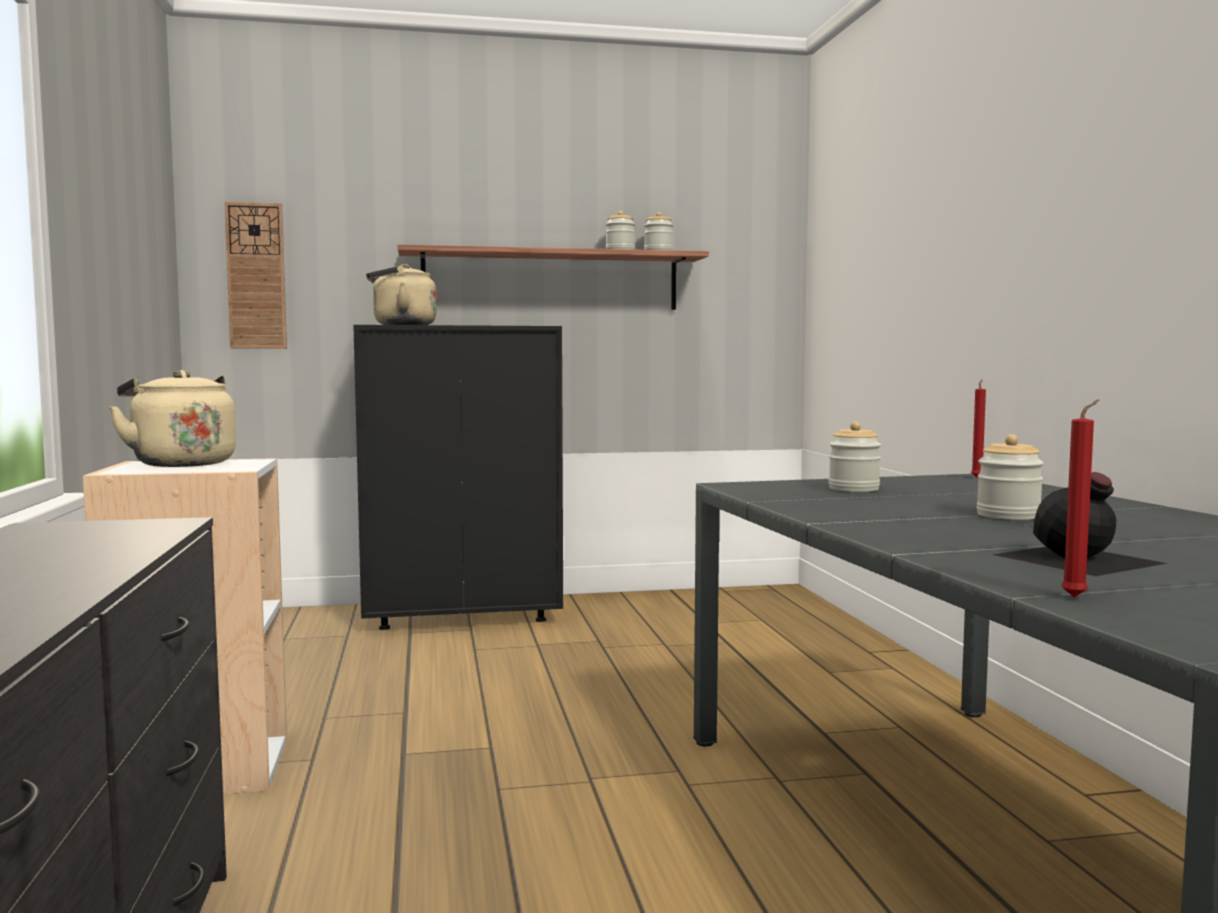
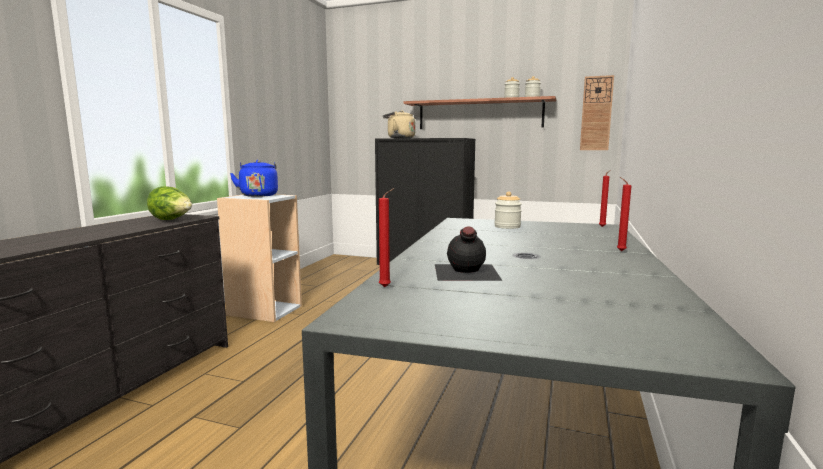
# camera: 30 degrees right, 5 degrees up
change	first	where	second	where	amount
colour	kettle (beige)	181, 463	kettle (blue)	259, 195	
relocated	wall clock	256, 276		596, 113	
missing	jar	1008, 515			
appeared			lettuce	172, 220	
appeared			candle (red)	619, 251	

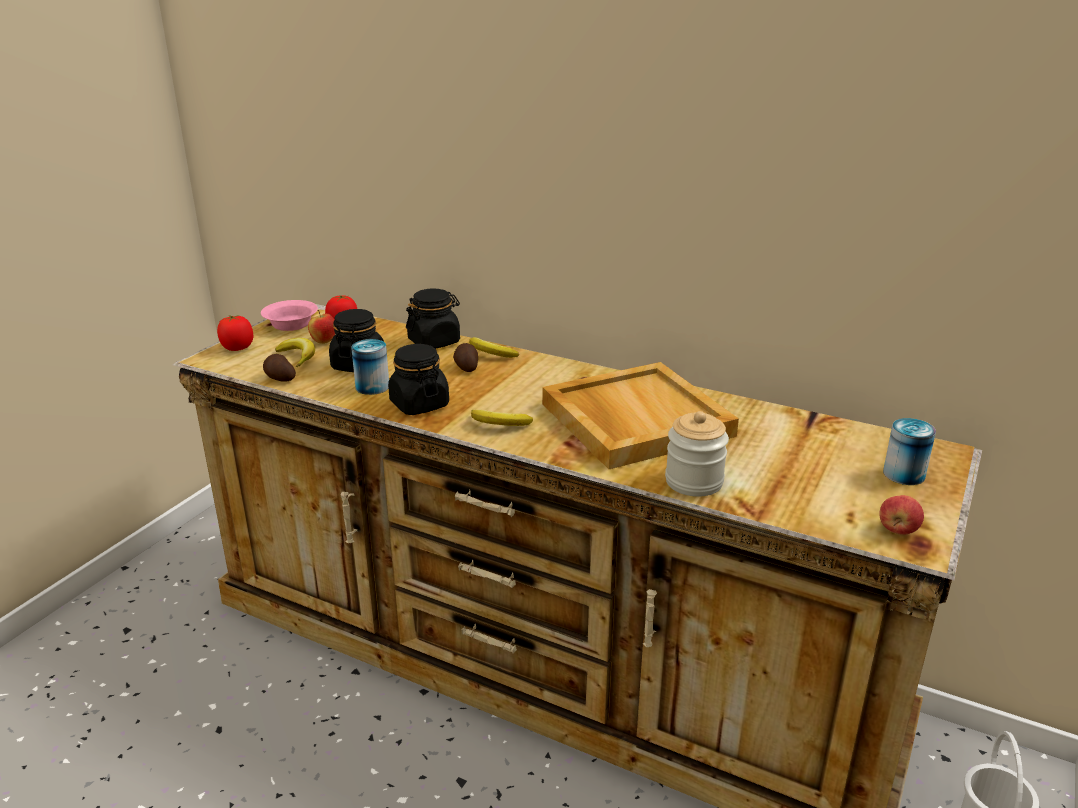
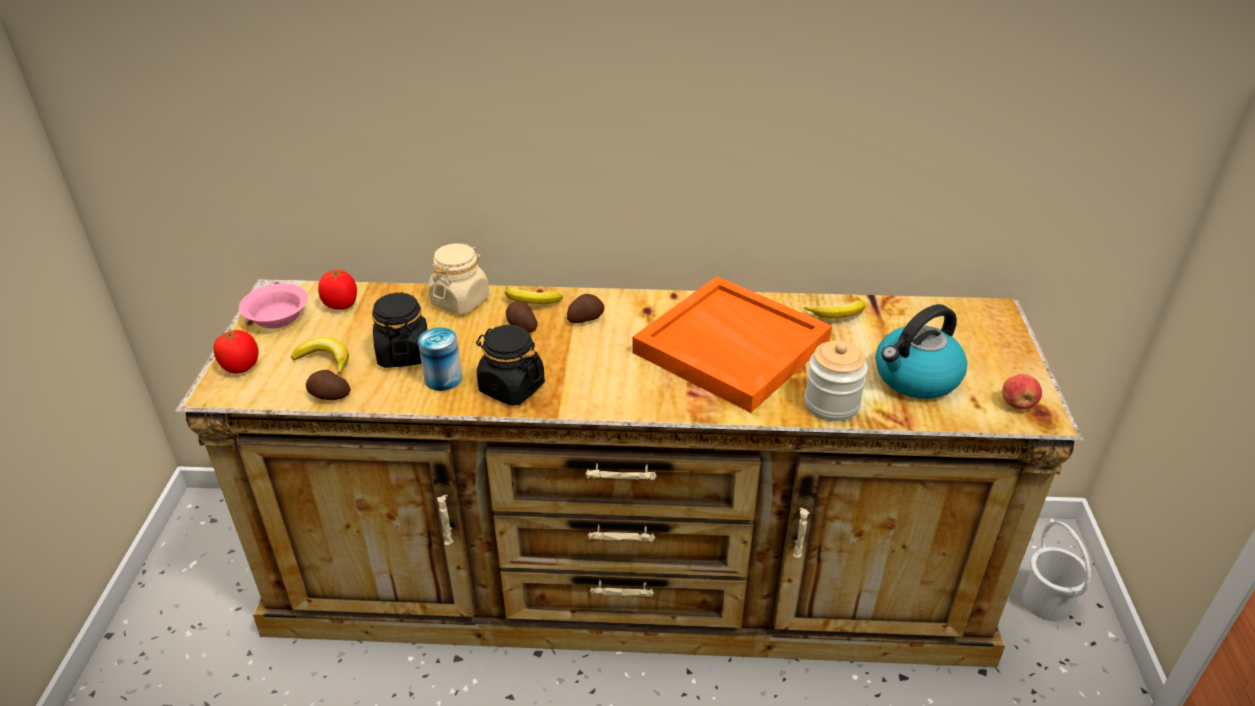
# camera: 25 degrees left, 10 degrees up
change	first	where	second	where	amount
missing	apple	324, 342			
colour	jar (black)	434, 341	jar (beige)	460, 301	
relocated	banana	499, 424		837, 315	
colour	tray (beige)	634, 419	tray (orange)	729, 347	
missing	can	904, 474			
appeared			potato	585, 318	
appeared			kettle	915, 378	

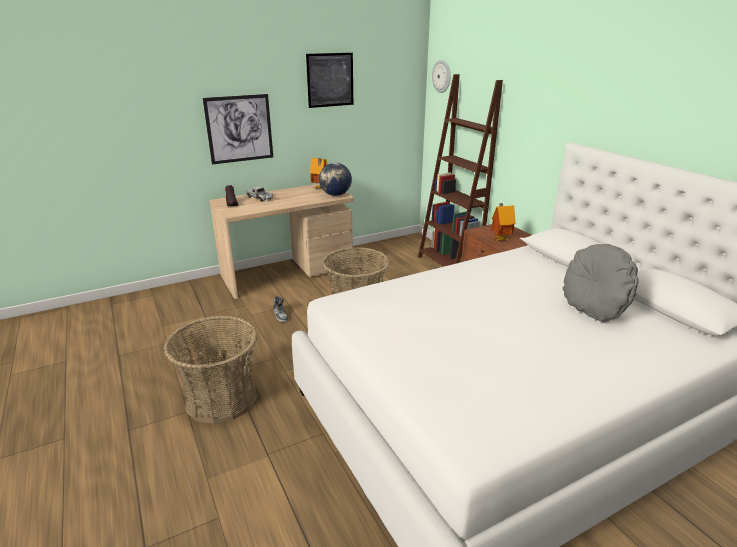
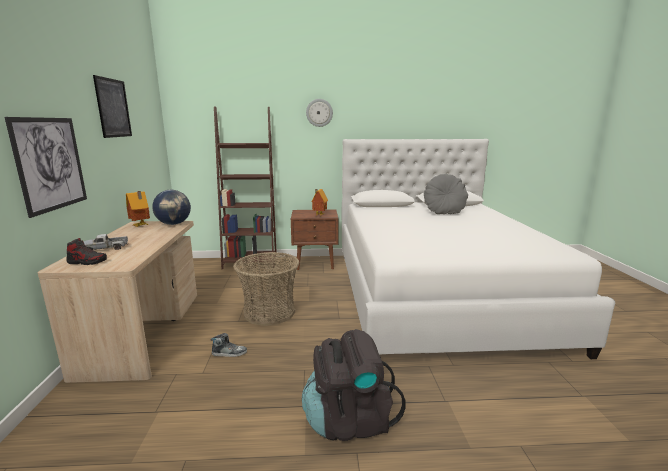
# camera: 65 degrees left, 10 degrees down
change	first	where	second	where	amount
exchanged	basket	221, 399	backpack (black)	349, 420	
relocated	wall clock	441, 76		319, 112	

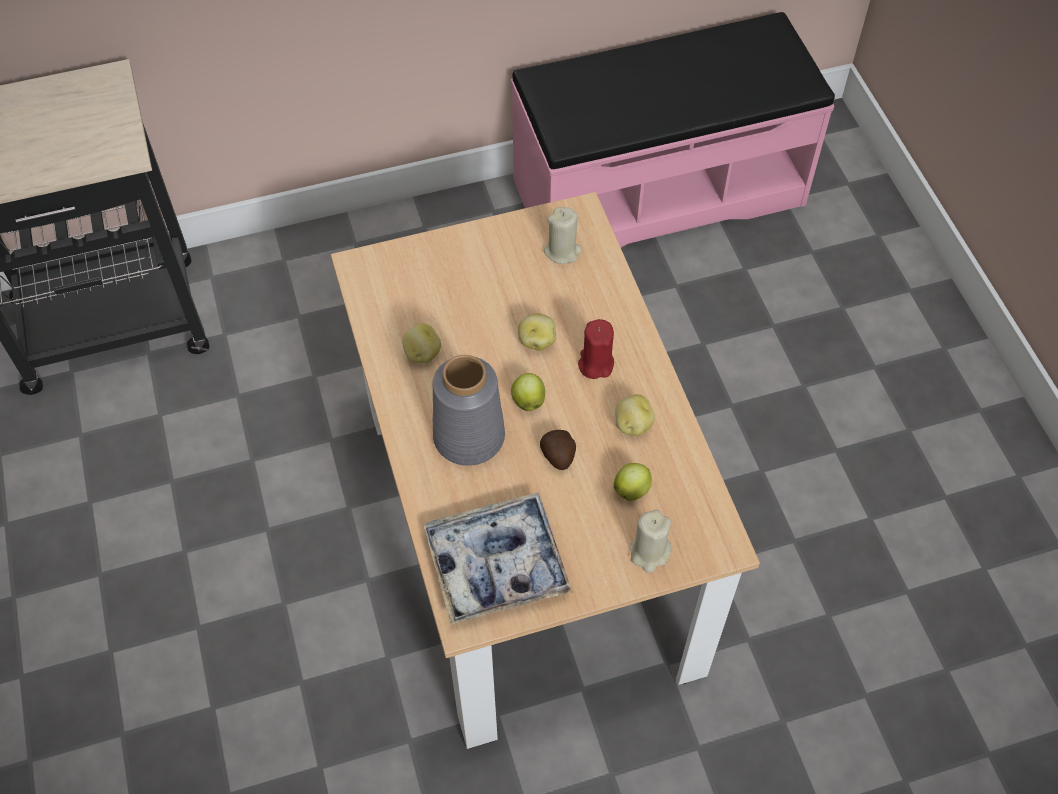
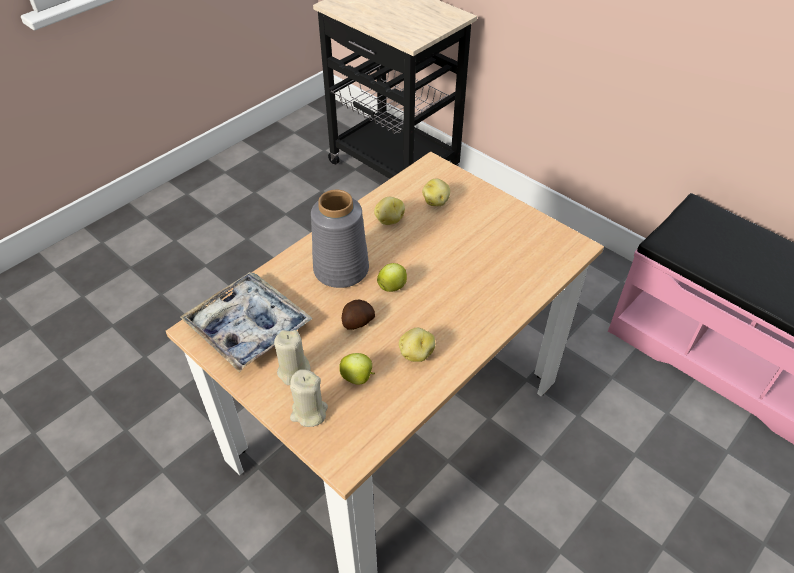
# camera: 60 degrees right, 10 degrees down
change	first	where	second	where	amount
relocated	potato	537, 340		436, 201	
relocated	candle (beige)	562, 251		294, 371	
missing	candle (red)	595, 364			

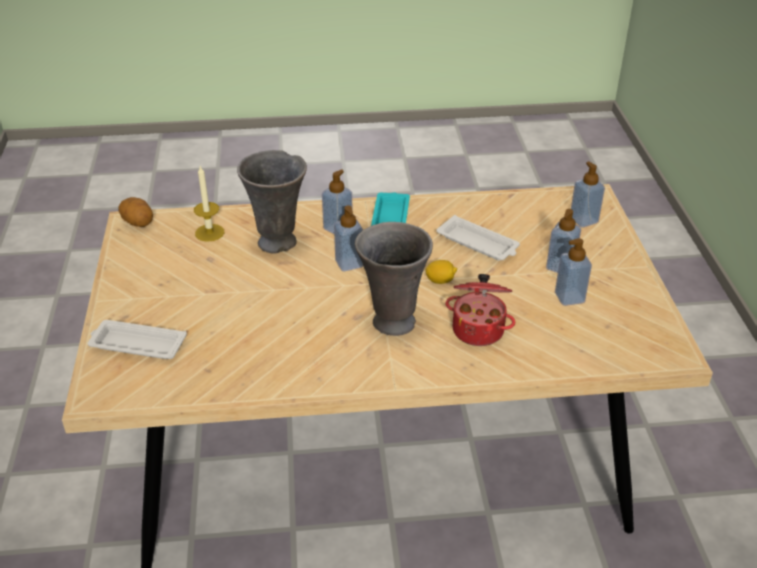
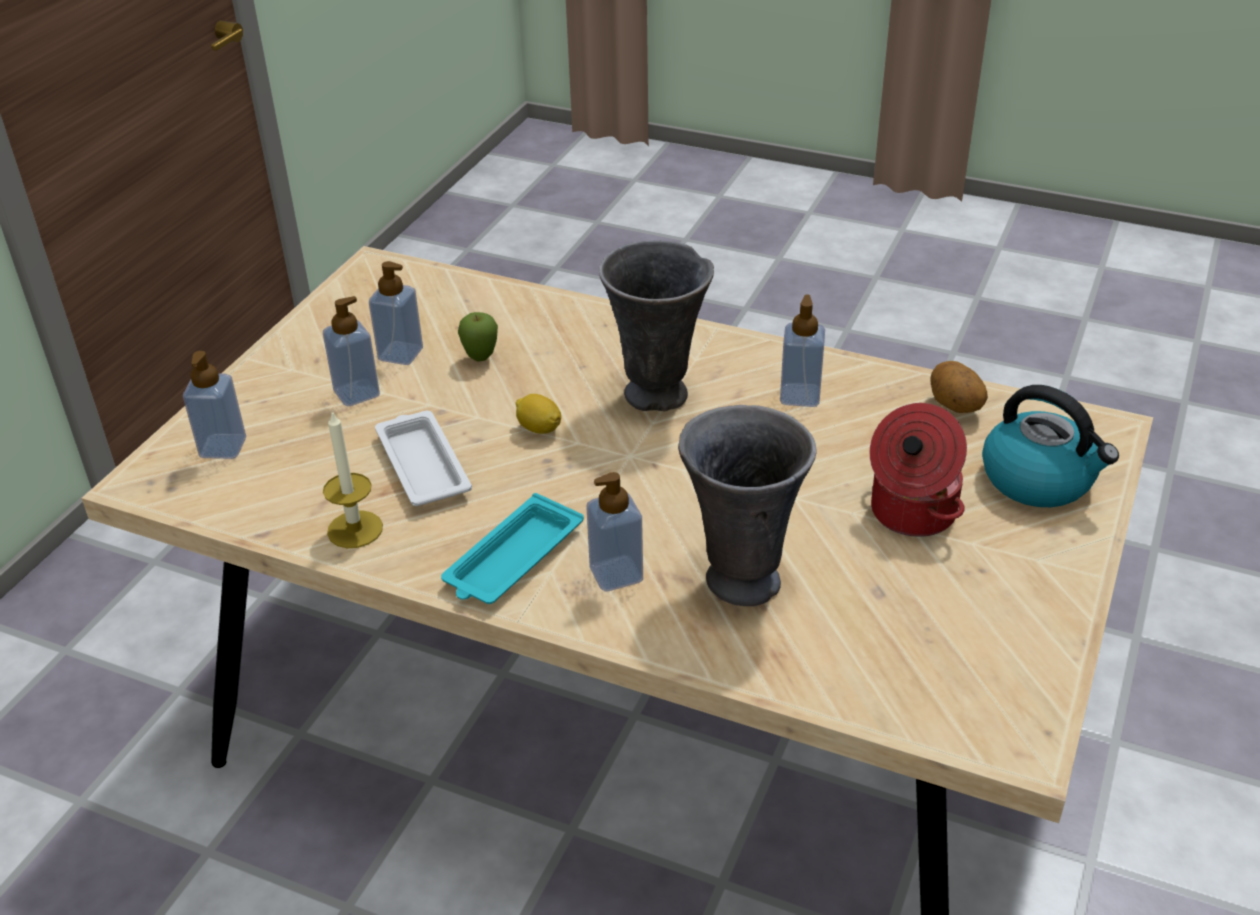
# camera: 150 degrees left, 0 degrees up
change	first	where	second	where	amount
exchanged	tray (white)	136, 344	kettle	1039, 479	
relocated	potato	138, 223		954, 407	
relocated	candle	209, 232		355, 529	
relocated	soap dispenser	349, 263		800, 396	
relocated	cooking pot	478, 329		910, 512	
appeared			apple	480, 359	

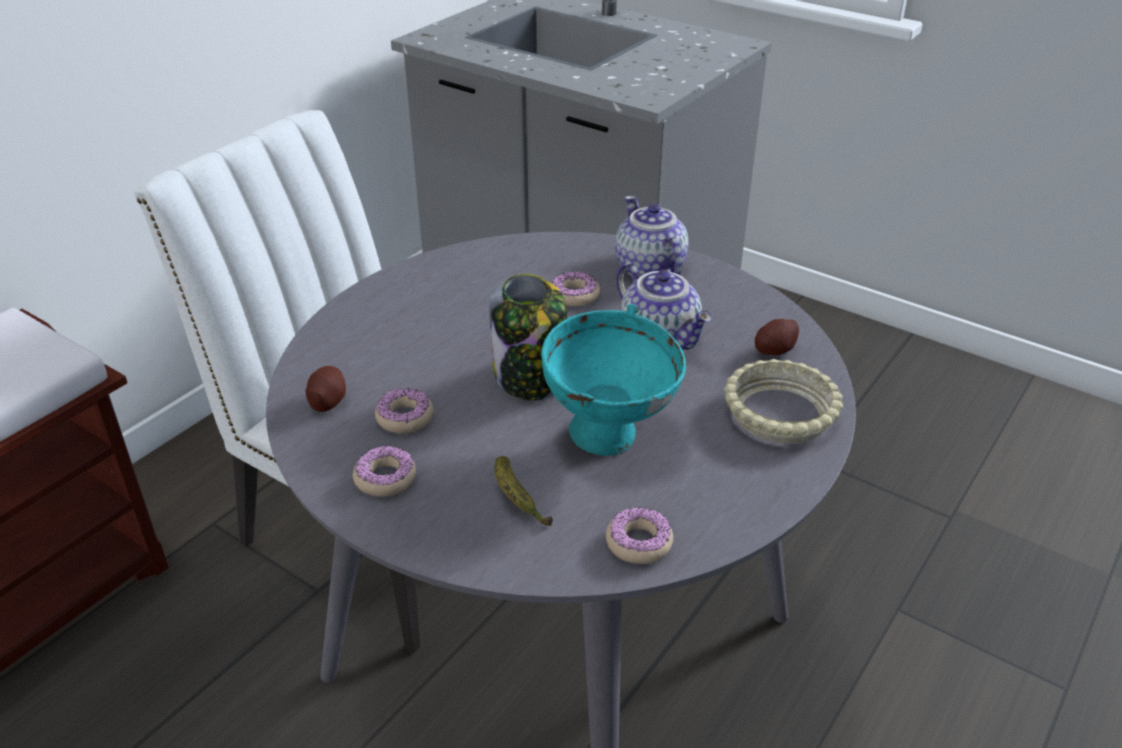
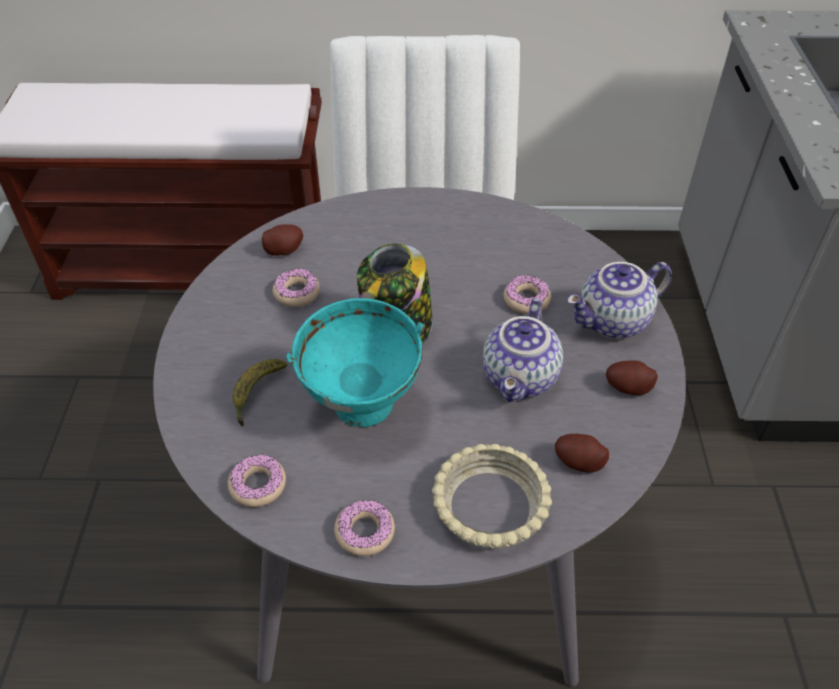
# camera: 55 degrees right, 10 degrees up
change	first	where	second	where	amount
relocated	donut	385, 478		365, 532	
spun	teapot	648, 269		613, 323	150 degrees counterclockwise
appeared			potato	627, 387	

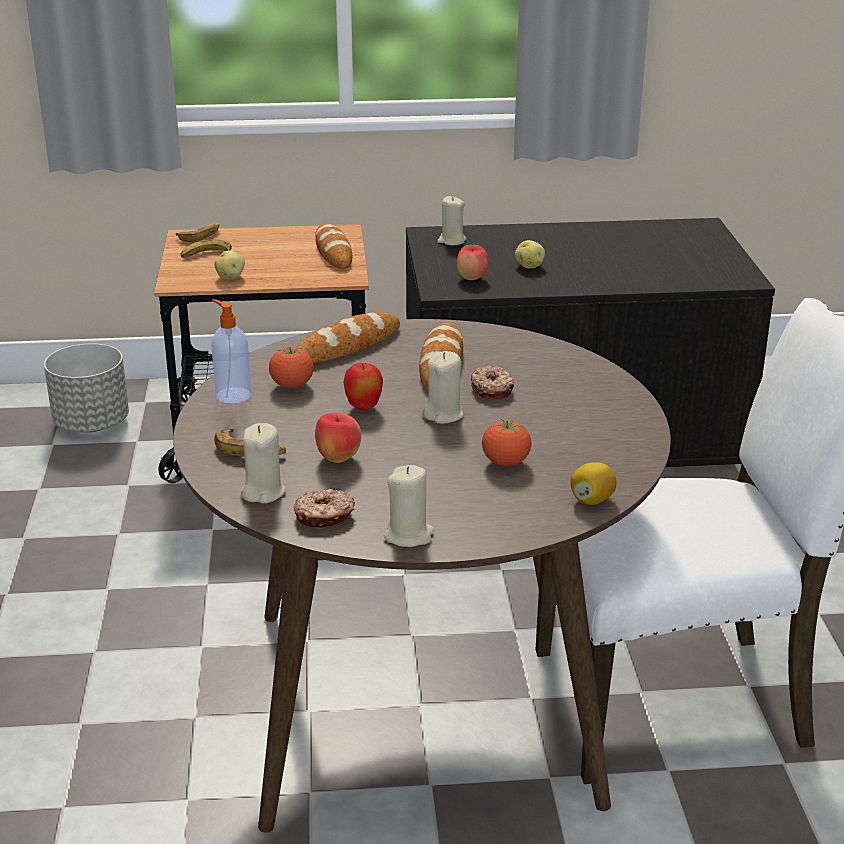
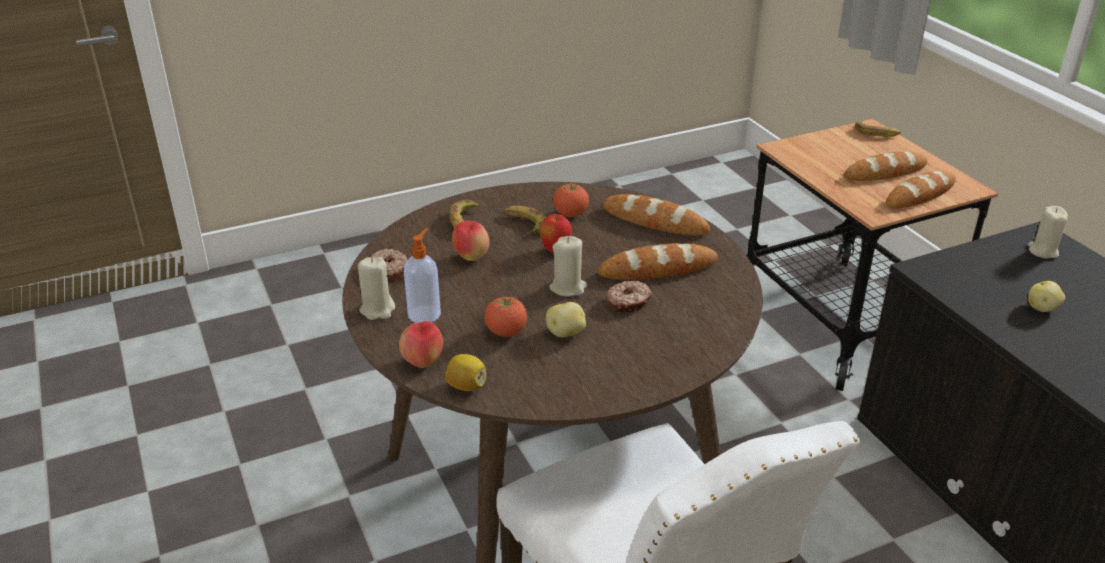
# camera: 70 degrees right, 5 degrees up
change	first	where	second	where	amount
missing	planter (grey)	92, 423			
relocated	banana	206, 255		525, 224	
relocated	soap dispenser	232, 395		425, 314	
relocated	potato	231, 277		566, 333	
missing	candle (beige)	263, 492			
relocated	apple	472, 278		422, 363	
appeared			bread	885, 172	

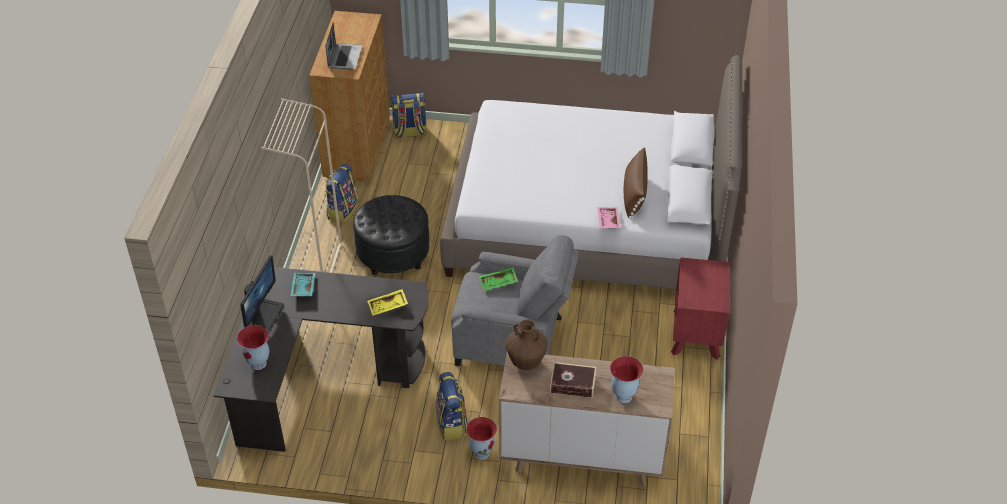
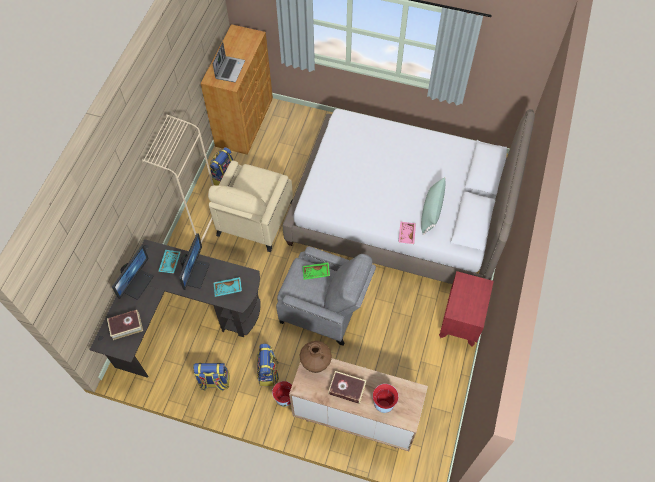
# camera: 10 degrees right, 15 degrees up
change	first	where	second	where	amount
exchanged	vase	259, 363	book	126, 326	
exchanged	ottoman (black)	393, 254	armchair (beige)	253, 220	
colour	tray (yellow)	388, 306	tray (turquoise)	228, 289	
relocated	backpack	410, 132		214, 382	
colour	pillow (brown)	634, 194	pillow (green)	431, 211	
appeared			monitor	195, 273	

